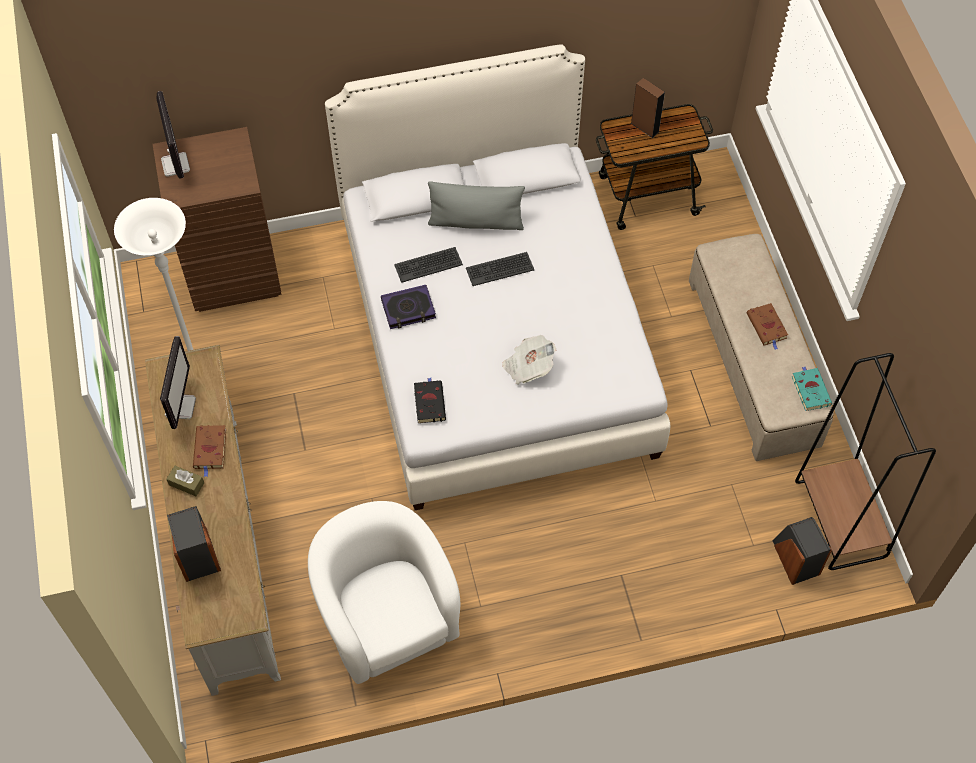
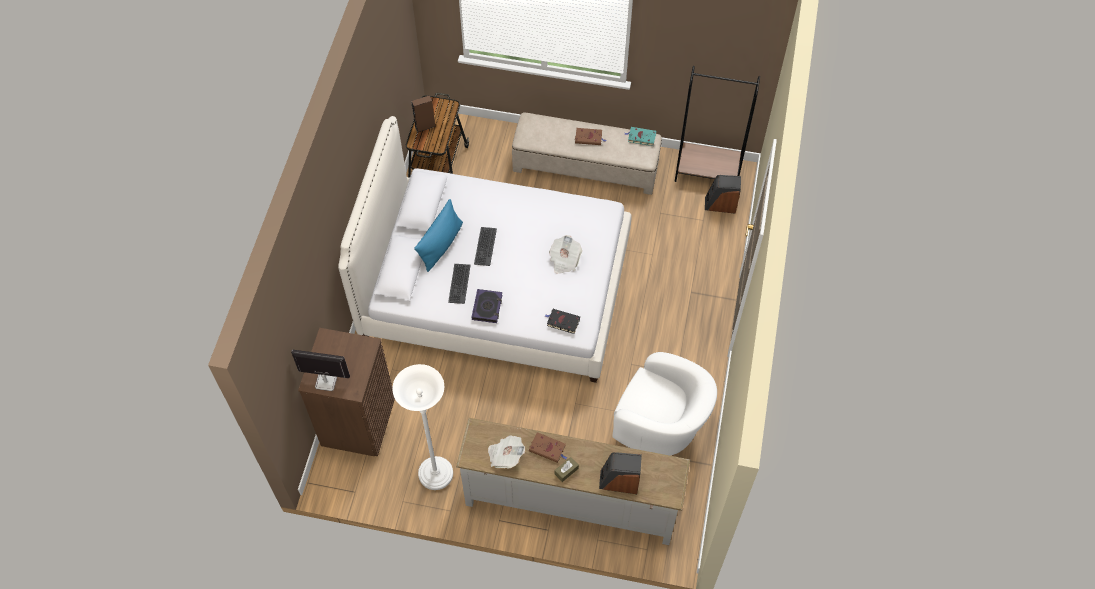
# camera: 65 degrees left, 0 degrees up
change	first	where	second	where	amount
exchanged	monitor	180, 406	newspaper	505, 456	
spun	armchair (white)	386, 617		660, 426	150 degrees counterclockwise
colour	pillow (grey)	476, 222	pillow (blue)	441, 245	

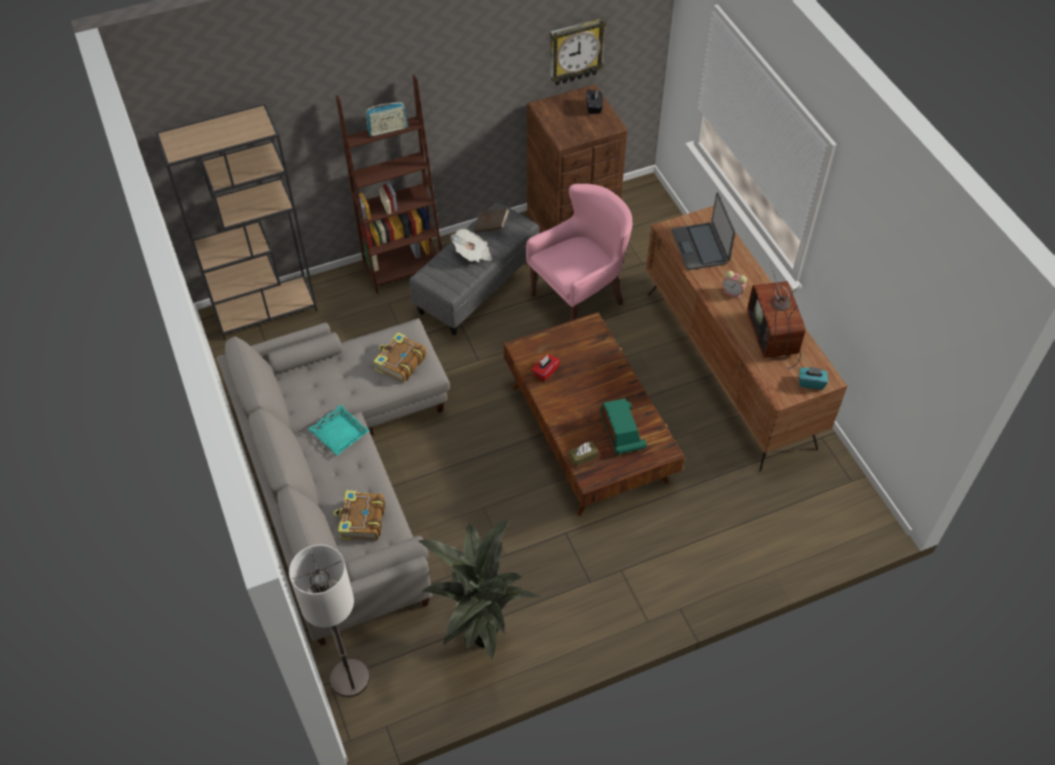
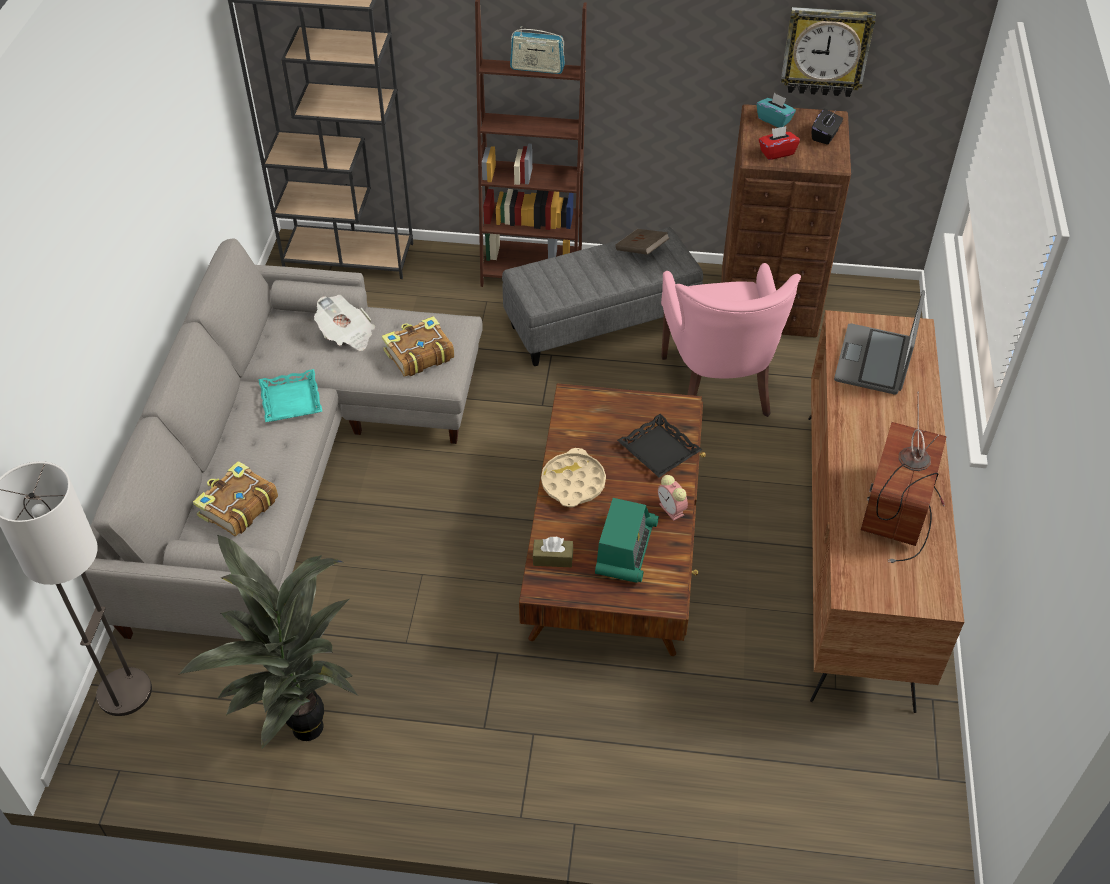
# camera: 30 degrees right, 5 degrees down
change	first	where	second	where	amount
relocated	newspaper	472, 254		347, 334	
spun	armchair (pink)	579, 299		716, 388	90 degrees clockwise
relocated	tissue box (red)	545, 372		777, 152	
relocated	alarm clock	733, 292		672, 510	
relocated	tissue box (turquoise)	811, 382		774, 120	
appeared			tray (beige)	573, 483	
appeared			tray (black)	659, 450	

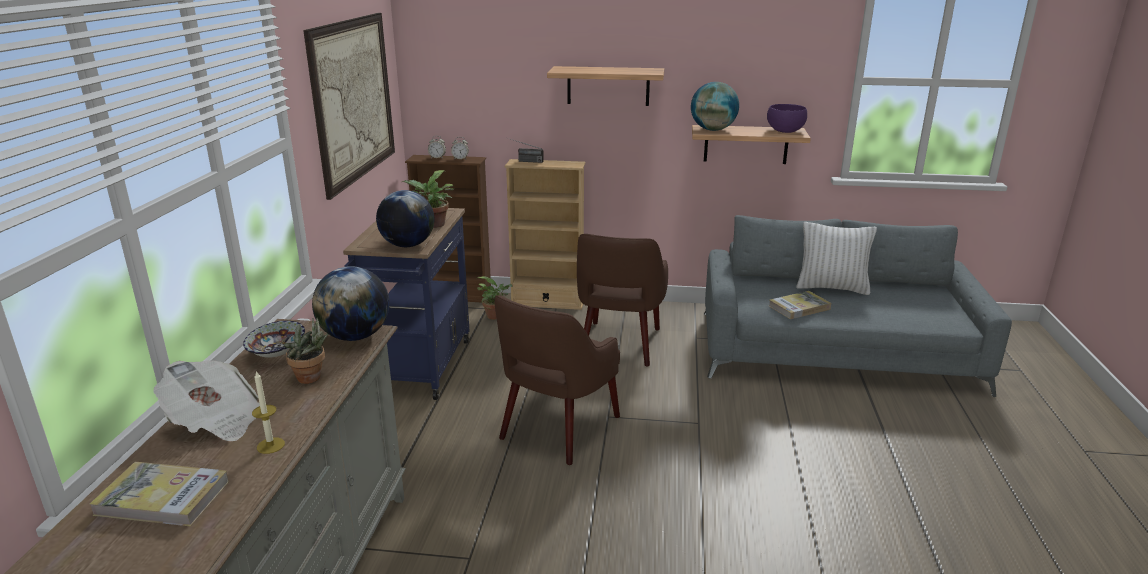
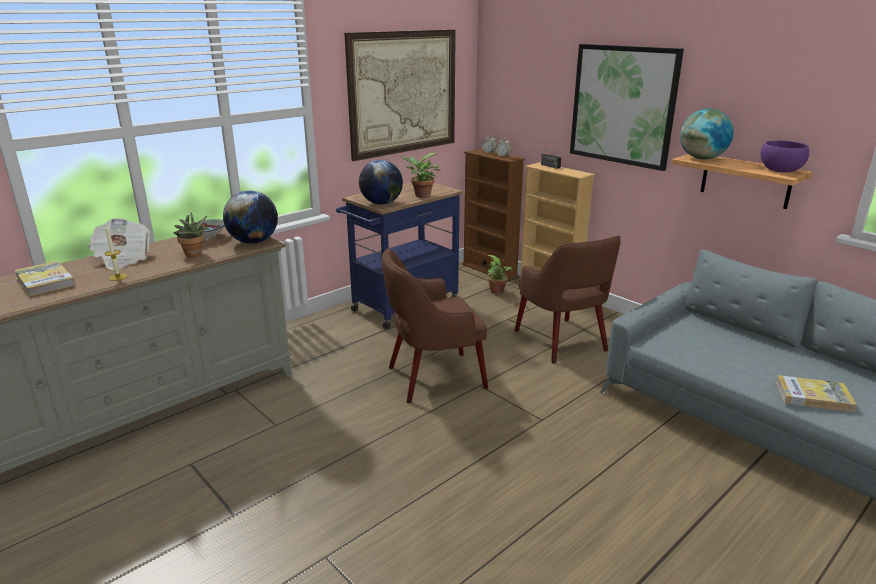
# camera: 40 degrees right, 0 degrees up
change	first	where	second	where	amount
exchanged	shelf	608, 86	picture	623, 105	
spun	armchair (brown)	619, 345		561, 341	75 degrees counterclockwise
relocated	book	799, 307		813, 396	
missing	pillow (white)	832, 288			

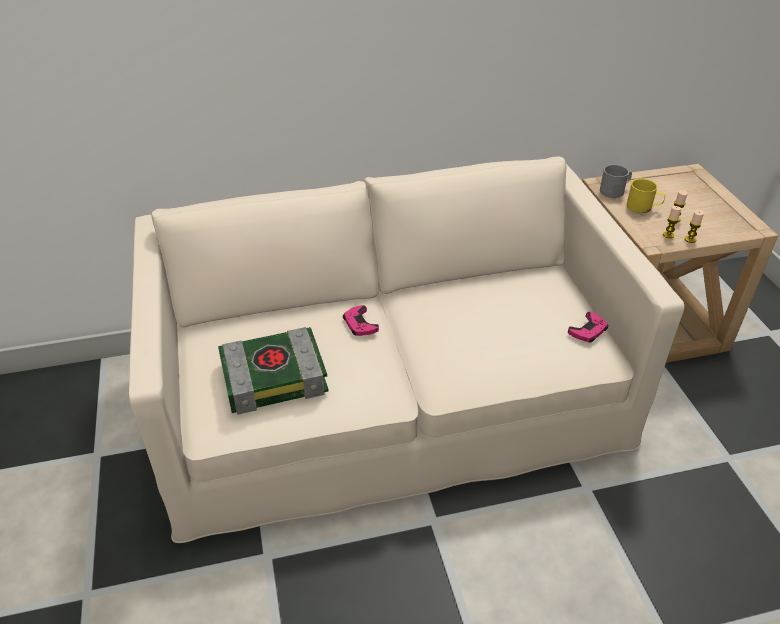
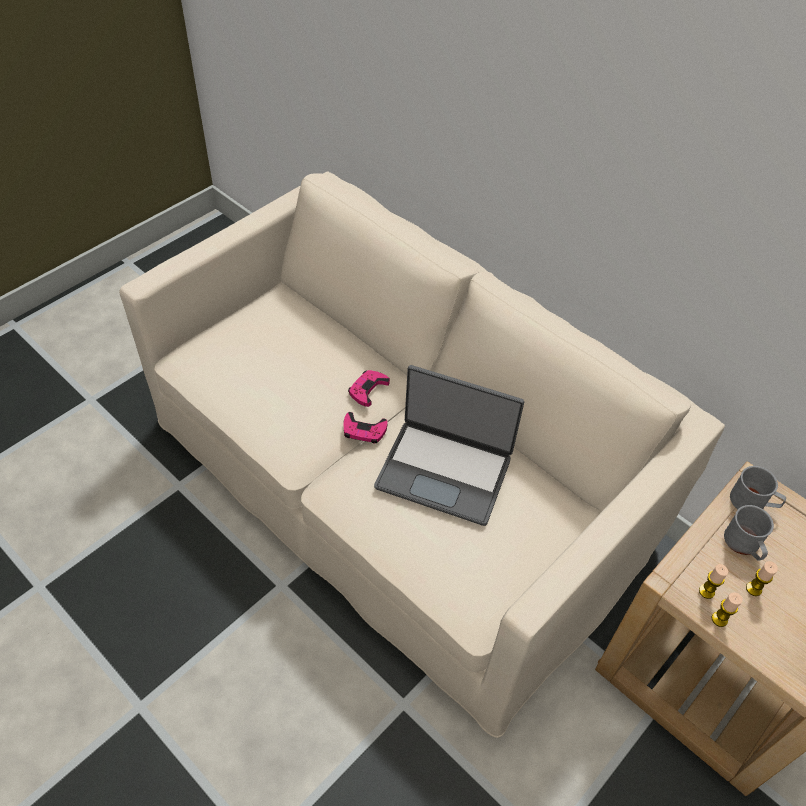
# camera: 55 degrees right, 10 degrees up
change	first	where	second	where	amount
missing	book	275, 376			
relocated	game controller (pink)	588, 330		364, 430	
colour	mug (yellow)	643, 207	mug (grey)	744, 545	
appeared			laptop	445, 471	

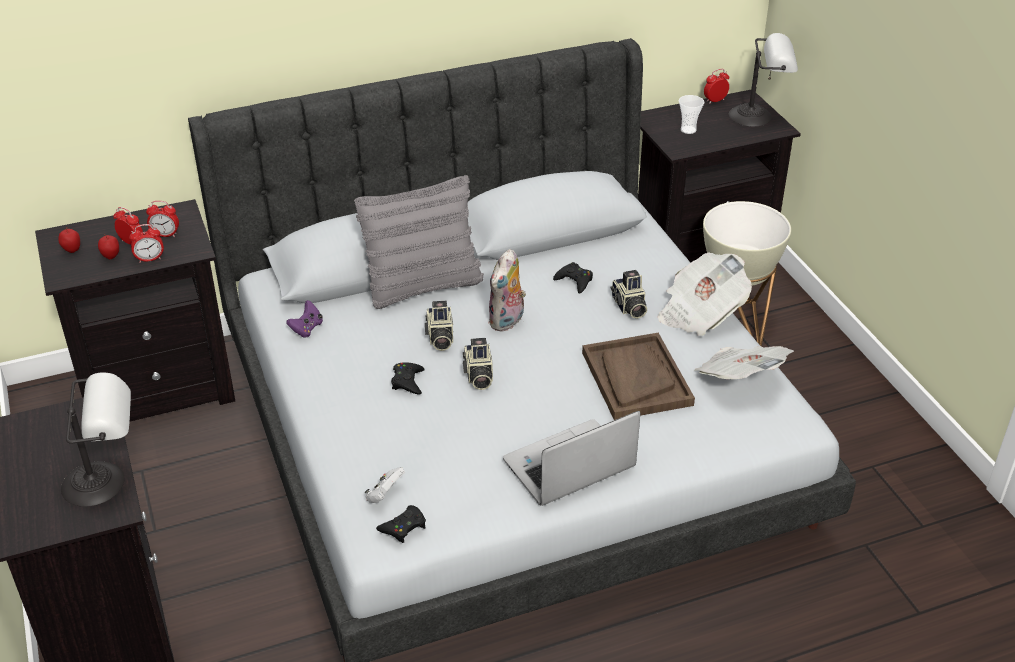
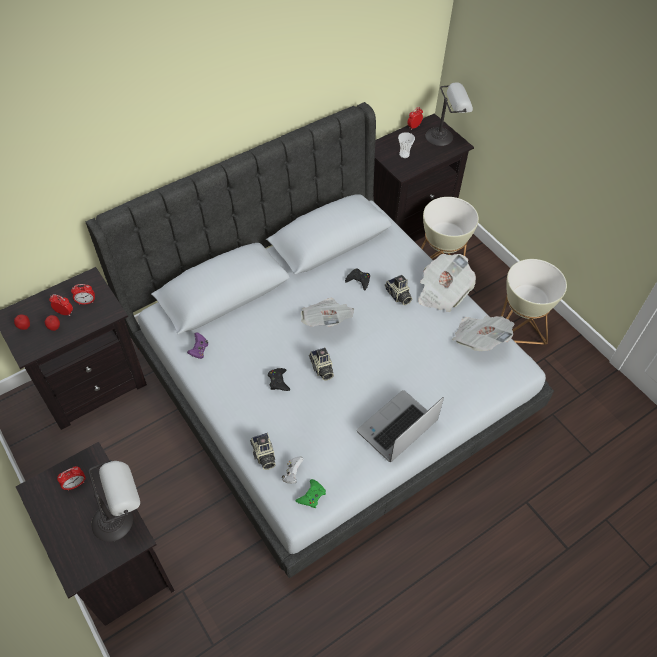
# camera: 15 degrees left, 15 degrees up
change	first	where	second	where	amount
relocated	alarm clock	150, 259		75, 484	
missing	pillow (grey)	423, 287			
colour	game controller (black)	403, 527	game controller (green)	311, 496	
relocated	photo camera	439, 338		263, 455	
exchanged	plush toy	507, 321	newspaper	326, 321	
missing	tray (brown)	636, 378			
appeared			planter	517, 330	

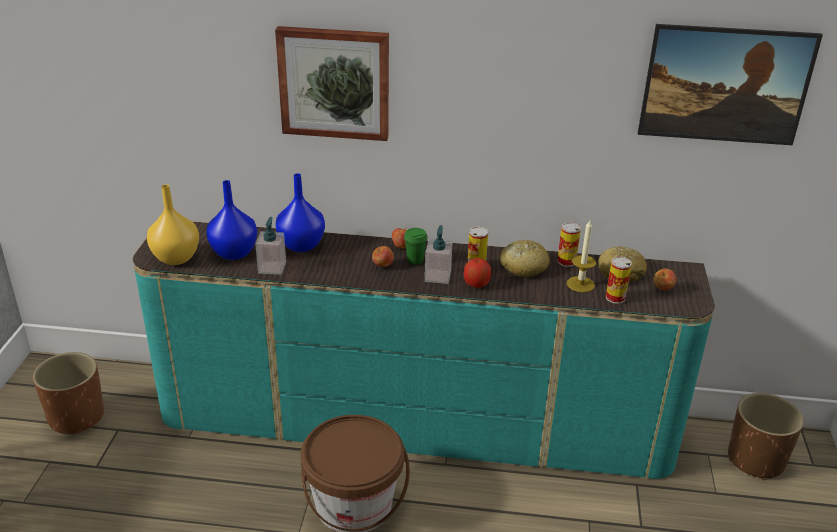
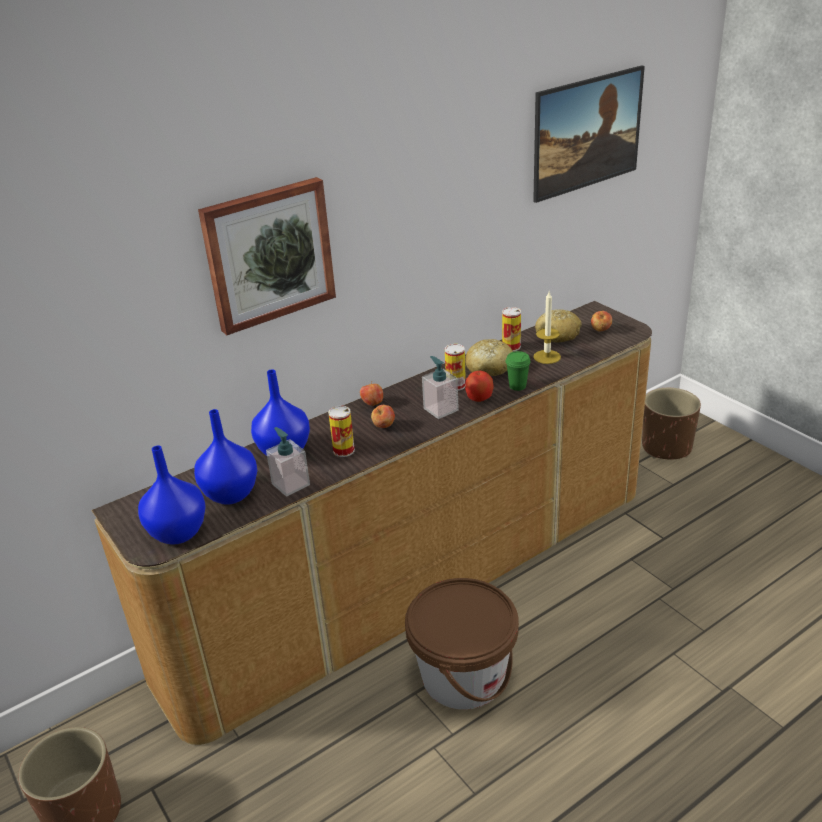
# camera: 40 degrees left, 0 degrees up
change	first	where	second	where	amount
colour	cabinet (turquoise)	414, 423	cabinet (brown)	422, 579	
colour	vase (yellow)	176, 258	vase (blue)	179, 533	
relocated	cup (green)	415, 260		517, 386	
relocated	can	615, 298		344, 450	

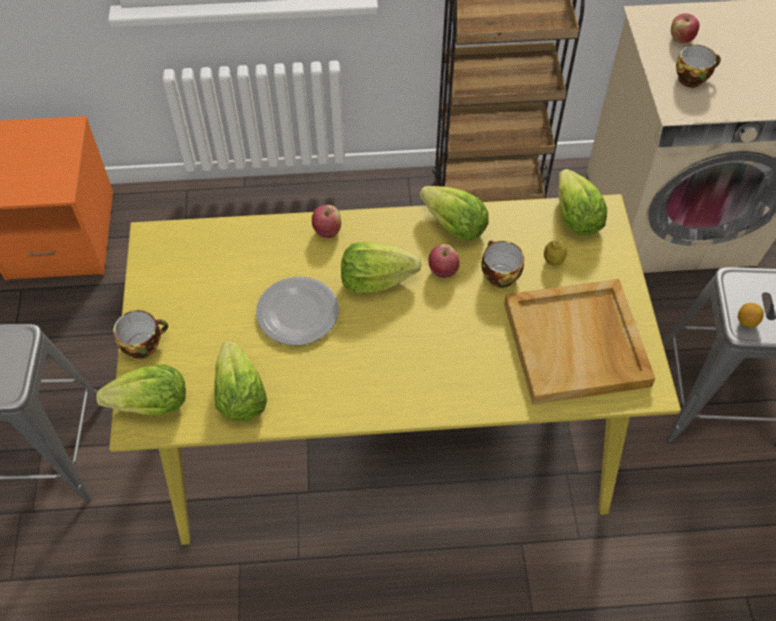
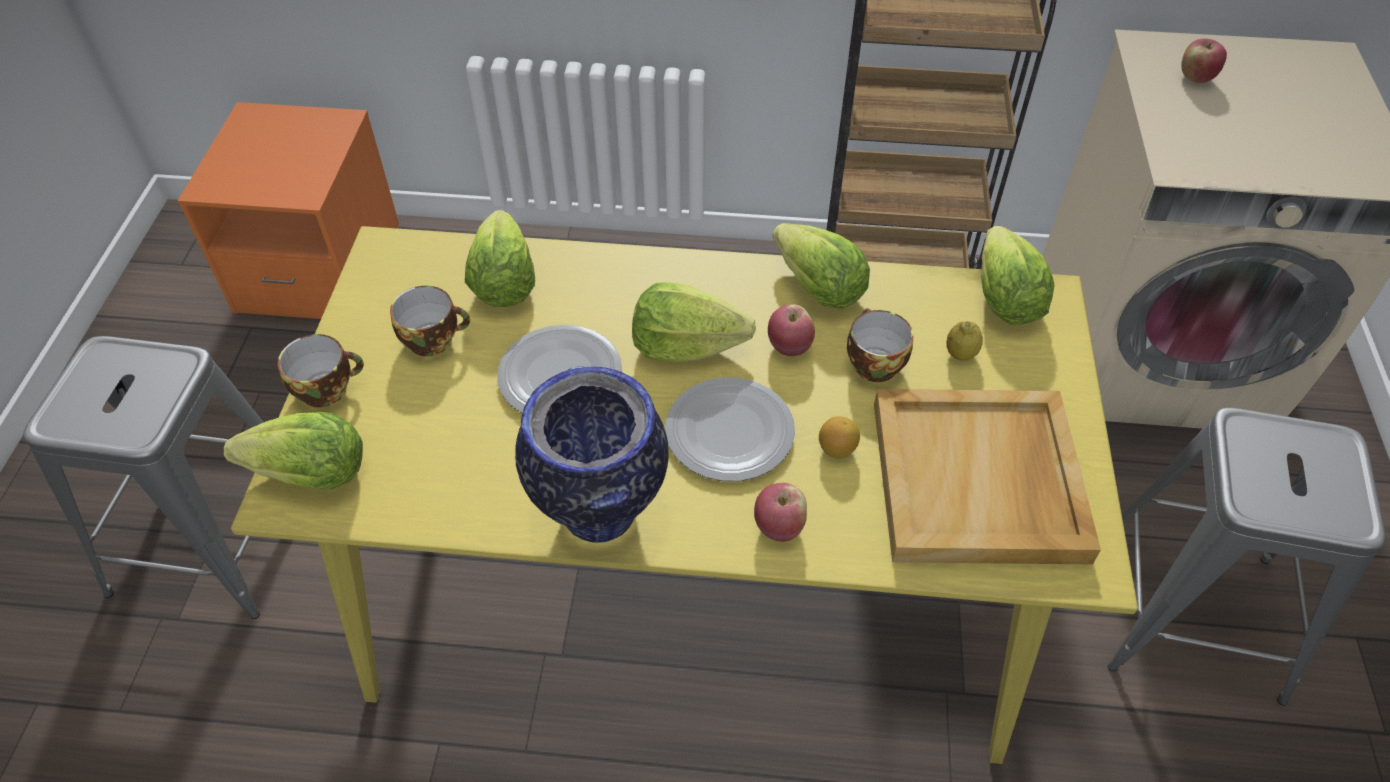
# camera: 10 degrees right, 5 degrees down
change	first	where	second	where	amount
relocated	lettuce	240, 396		503, 283	
relocated	apple	327, 231		779, 527	
relocated	cup	692, 78		434, 339	
relocated	lemon	746, 321		837, 449	
appeared			vase	601, 515	
appeared			plate	730, 434	

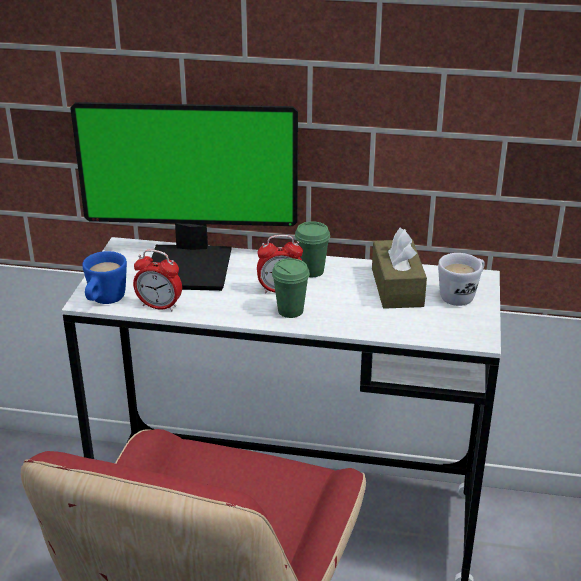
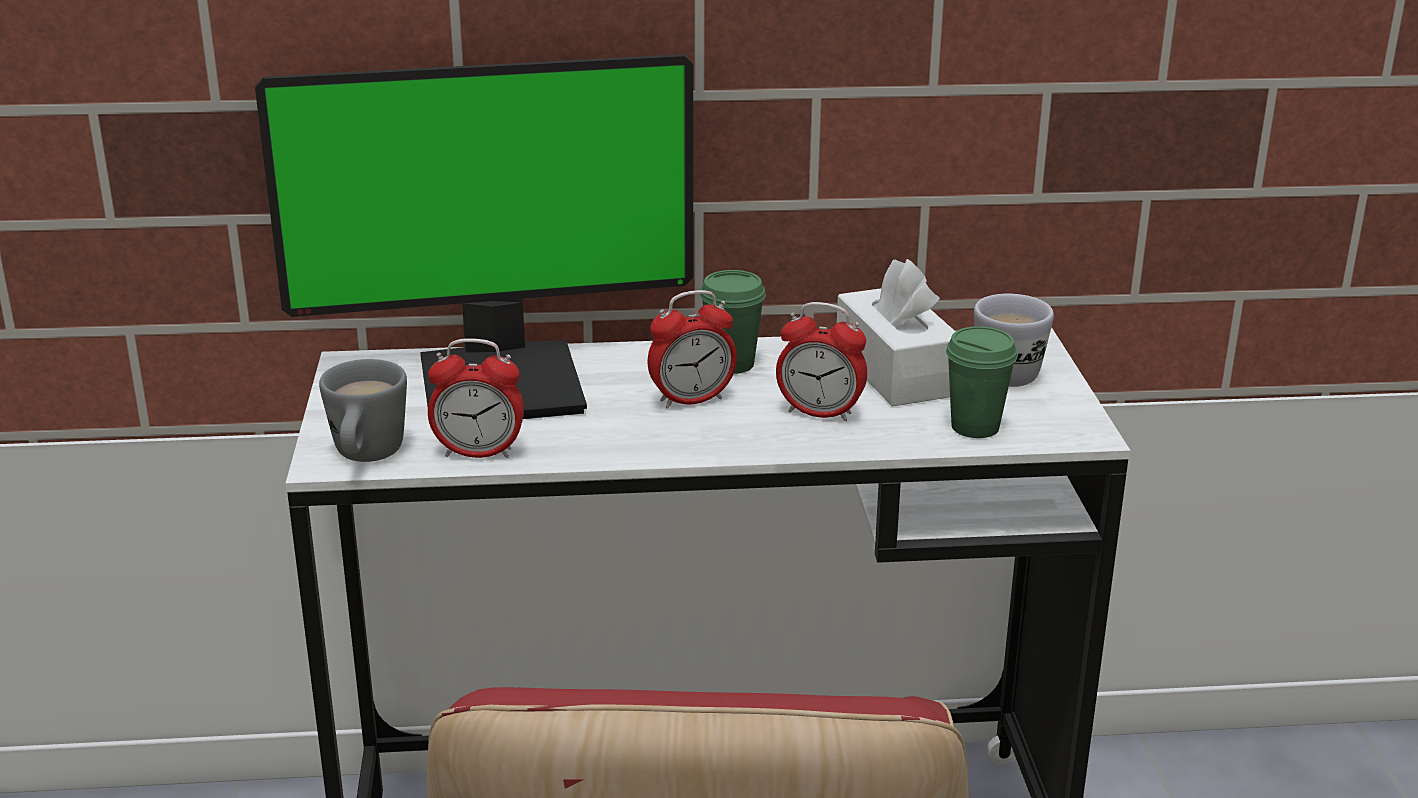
# camera: 15 degrees left, 5 degrees down
change	first	where	second	where	amount
colour	mug (blue)	104, 301	mug (grey)	366, 458	
relocated	cup (green)	290, 311		975, 427	
colour	tissue box (brown)	397, 287	tissue box (white)	896, 371	
appeared			alarm clock	820, 413	

